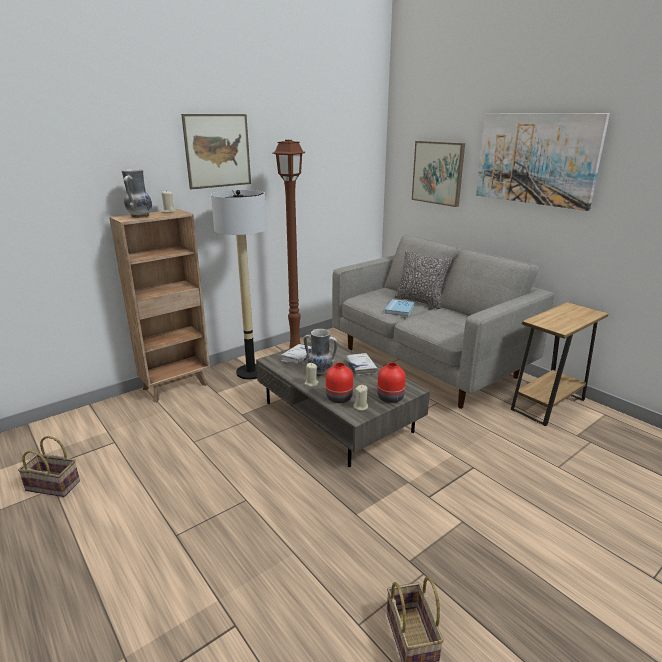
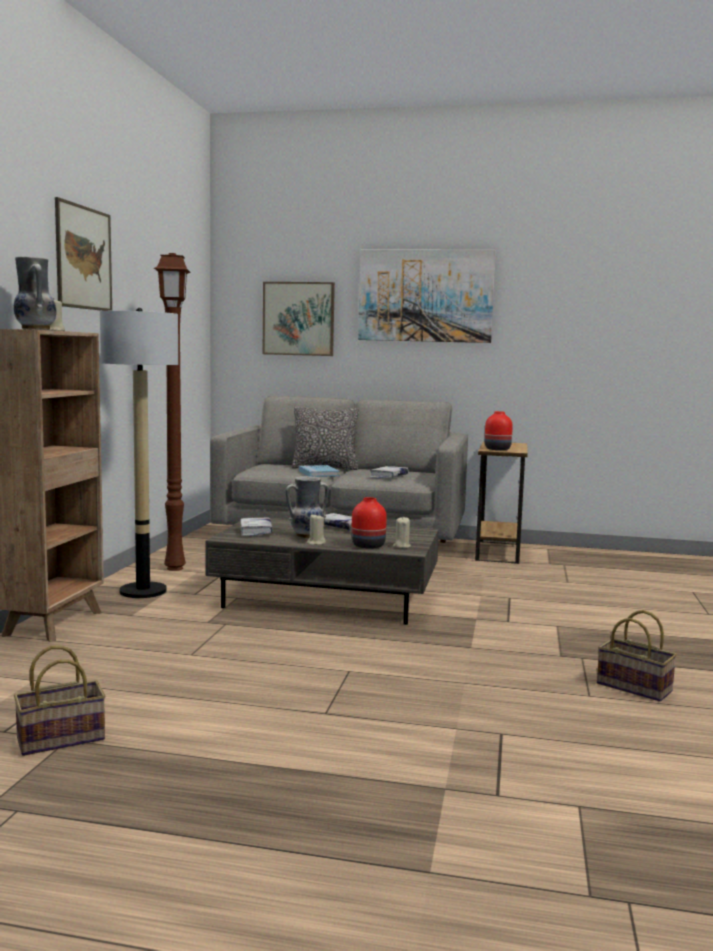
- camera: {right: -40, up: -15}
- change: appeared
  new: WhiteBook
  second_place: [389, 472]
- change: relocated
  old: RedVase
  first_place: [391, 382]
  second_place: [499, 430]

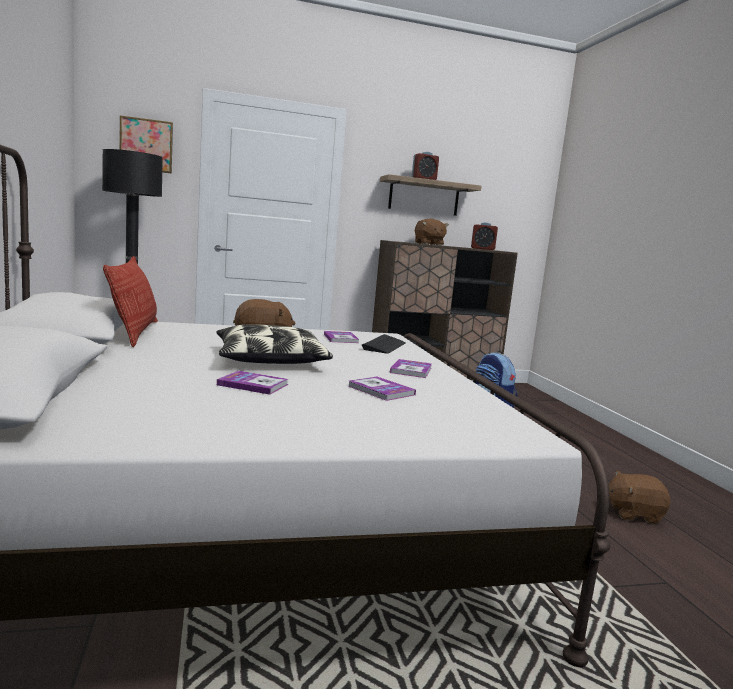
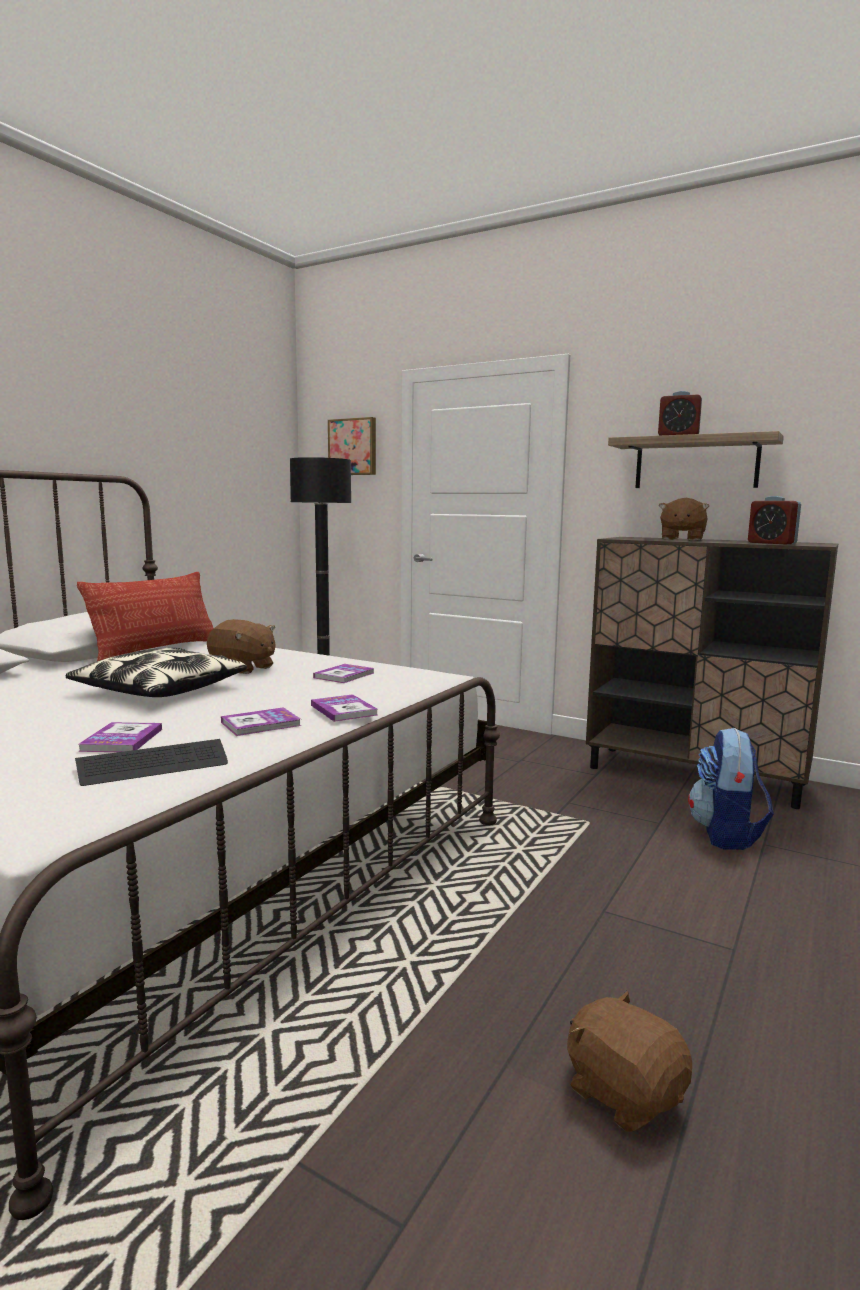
- camera: {right: 45, up: 0}
- change: relocated
  old: Book
  first_place: [252, 383]
  second_place: [344, 708]
- change: relocated
  old: Keyboard
  first_place: [383, 344]
  second_place: [151, 762]

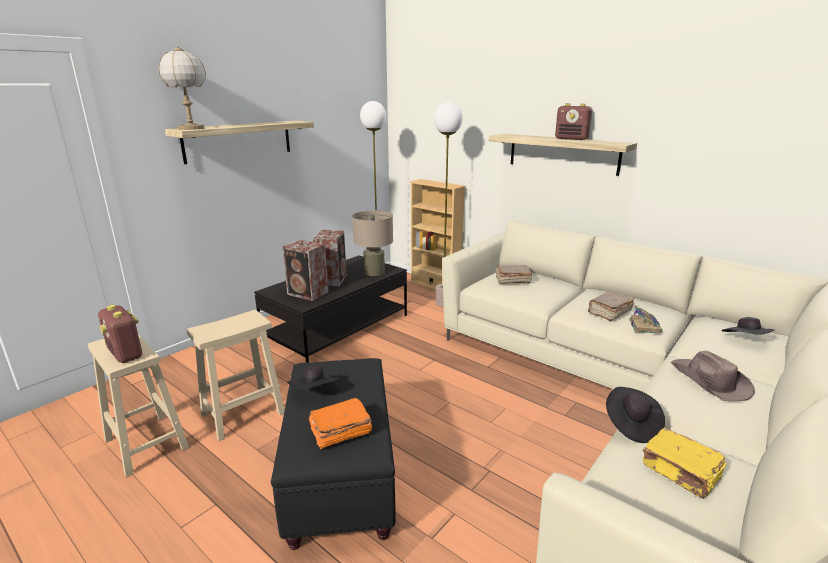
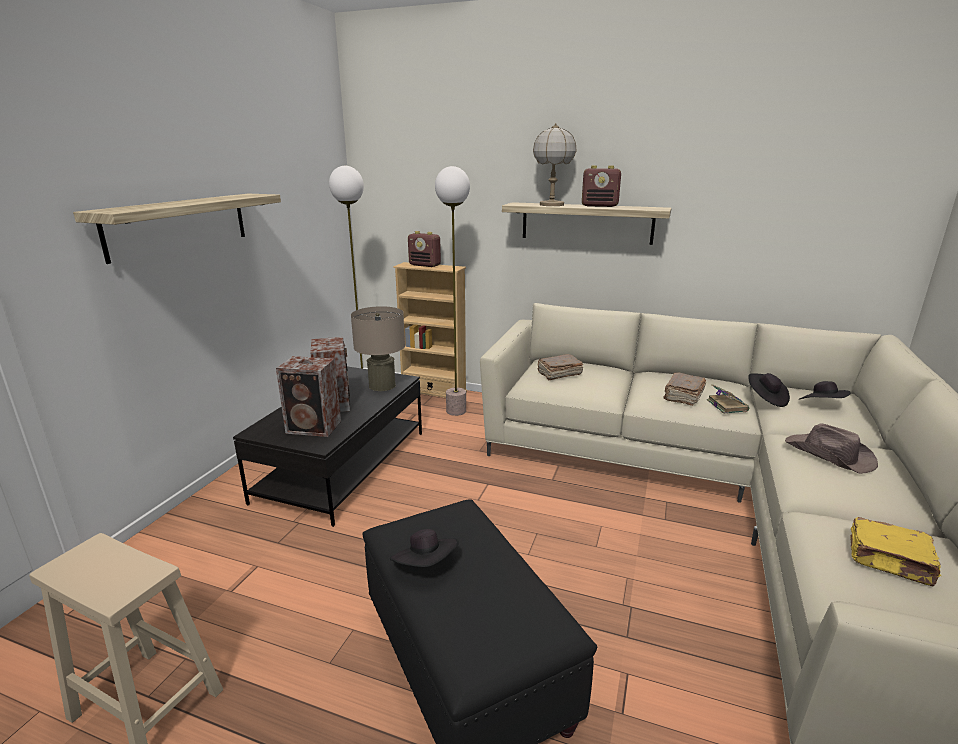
- camera: {right: -20, up: 0}
- change: missing
  old: BeigeStool
  first_place: [235, 375]
- change: missing
  old: OrangeBook
  first_place: [340, 423]
- change: relocated
  old: Radio
  first_place: [120, 334]
  second_place: [424, 249]
- change: relocated
  old: TableLamp
  first_place: [182, 88]
  second_place: [554, 164]
- change: relocated
  old: BlackHat
  first_place: [635, 415]
  second_place: [769, 390]

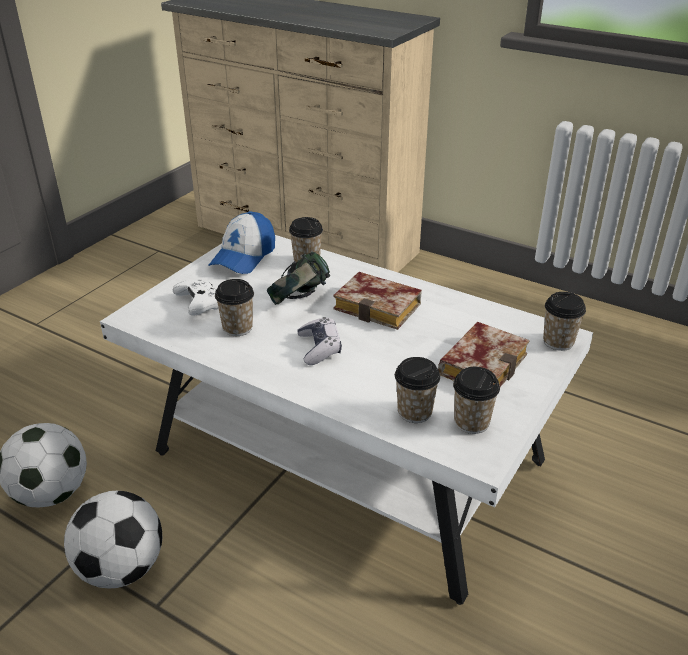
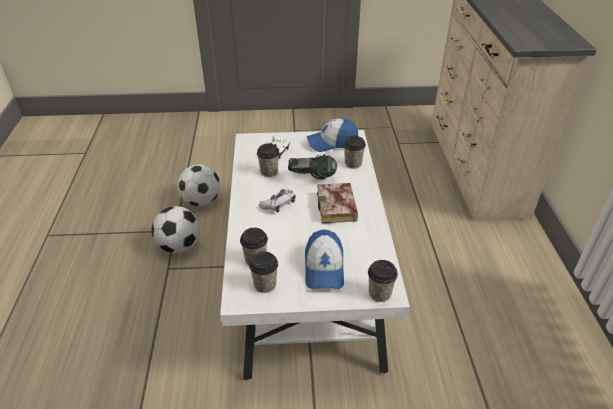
- camera: {right: 55, up: 5}
- change: exchanged
  old: Book
  new: Cap
  first_place: [483, 354]
  second_place: [324, 259]

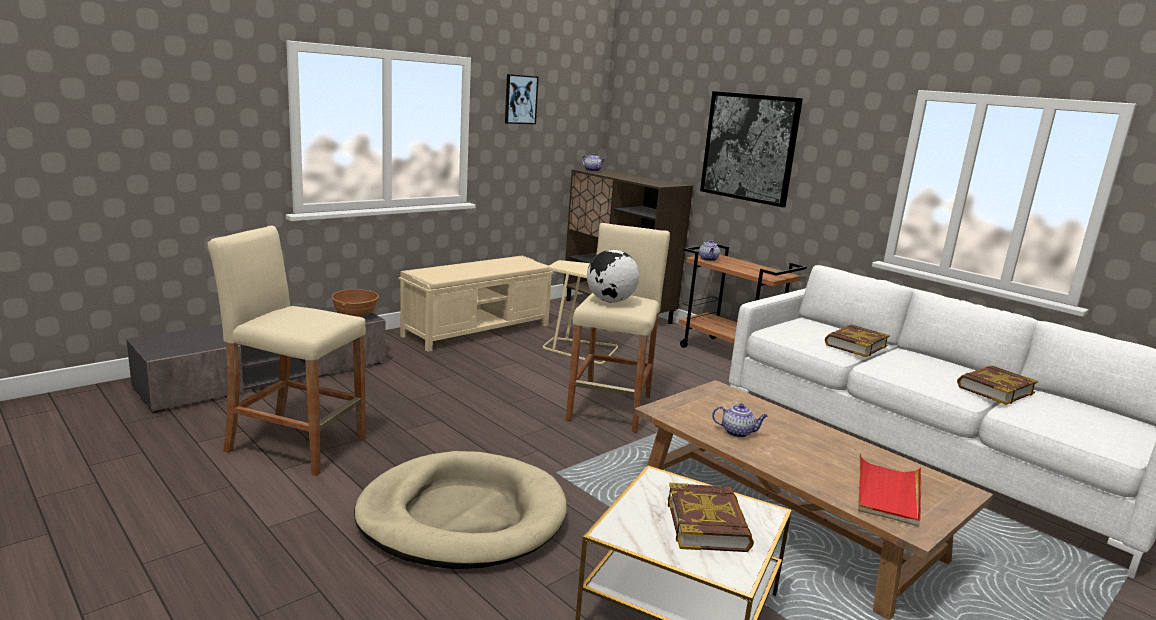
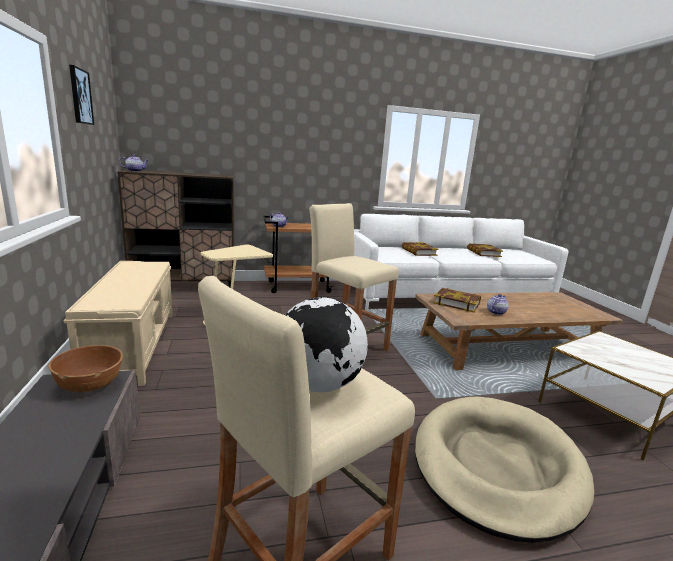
- camera: {right: -60, up: 0}
- change: missing
  old: Picture
  first_place: [751, 149]
- change: missing
  old: RedTray
  first_place: [889, 490]
- change: relocated
  old: Globe
  first_place: [613, 276]
  second_place: [326, 344]
- change: relocated
  old: Book
  first_place: [711, 517]
  second_place: [457, 300]

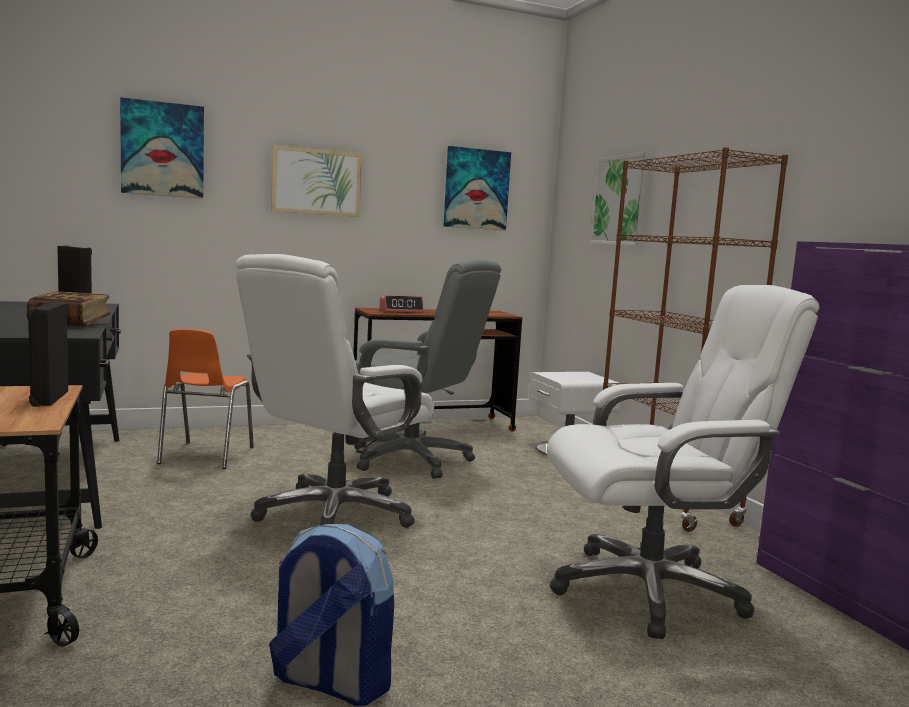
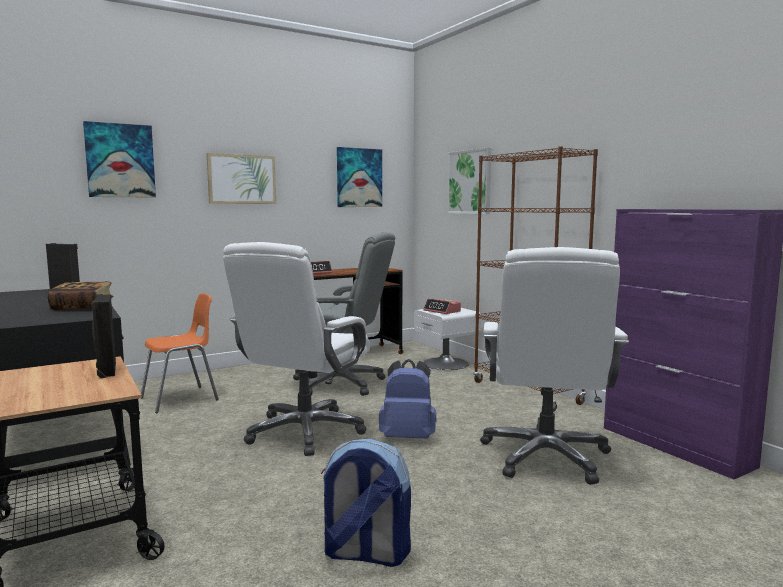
- camera: {right: -10, up: 0}
- change: appeared
  new: BlueBackpack
  second_place: [408, 399]
- change: appeared
  new: AlarmClock
  second_place: [442, 306]
- change: spun
  old: OrangeChair
  first_place: [205, 399]
  second_place: [180, 353]
  degrees: -120
- change: spun
  old: WhiteOfficeChair
  first_place: [683, 462]
  second_place: [554, 366]
  degrees: 120

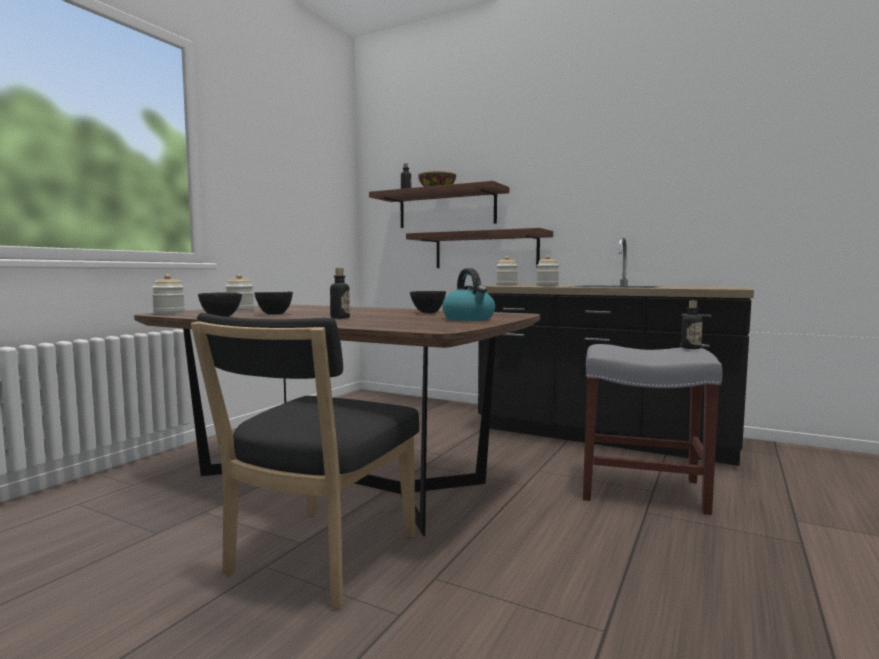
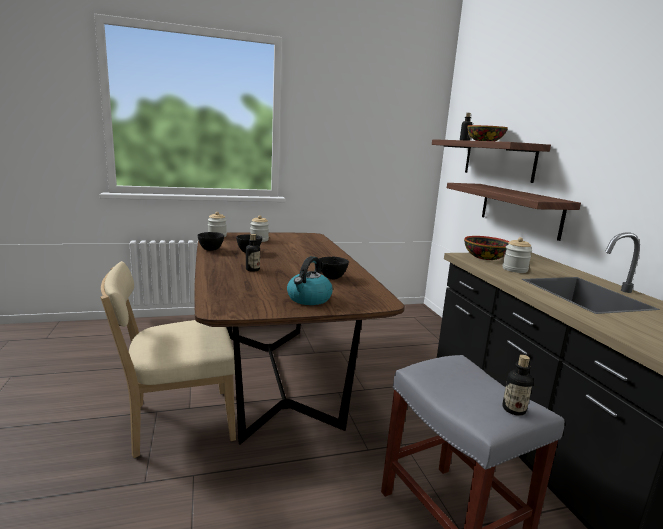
- camera: {right: 45, up: 10}
- change: exchanged
  old: Jar
  new: Bowl
  first_place: [507, 271]
  second_place: [487, 248]
- change: colour
  old: BlackChair
  new: BeigeChair
  first_place: [305, 461]
  second_place: [168, 359]

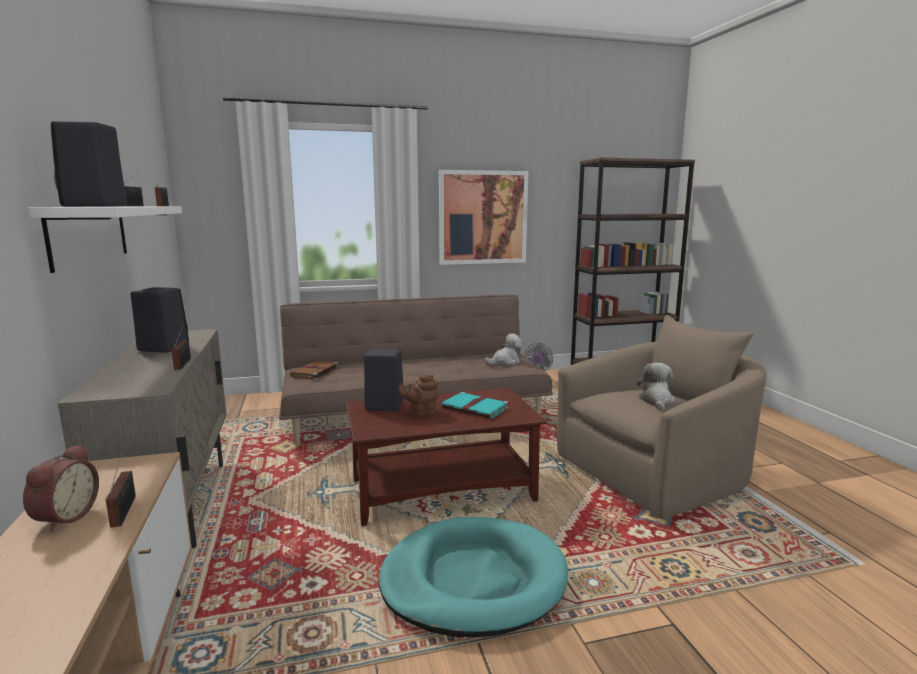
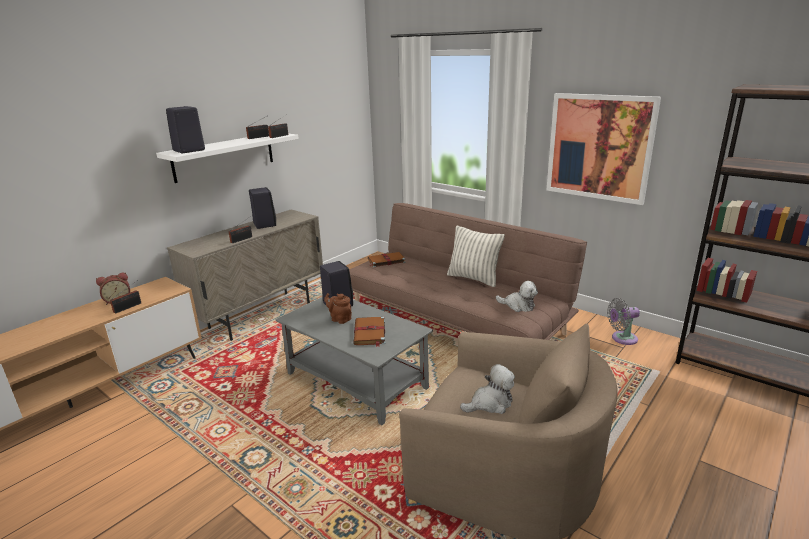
- camera: {right: 55, up: 10}
- change: missing
  old: TurquoiseDogBed
  first_place: [473, 577]
- change: appeared
  new: Pillow
  second_place: [476, 256]
- change: colour
  old: BrownCoffeeTable
  new: GreyCoffeeTable
  first_place: [446, 457]
  second_place: [354, 361]
- change: colour
  old: TurquoiseBook
  new: BrownBook
  first_place: [475, 405]
  second_place: [369, 331]

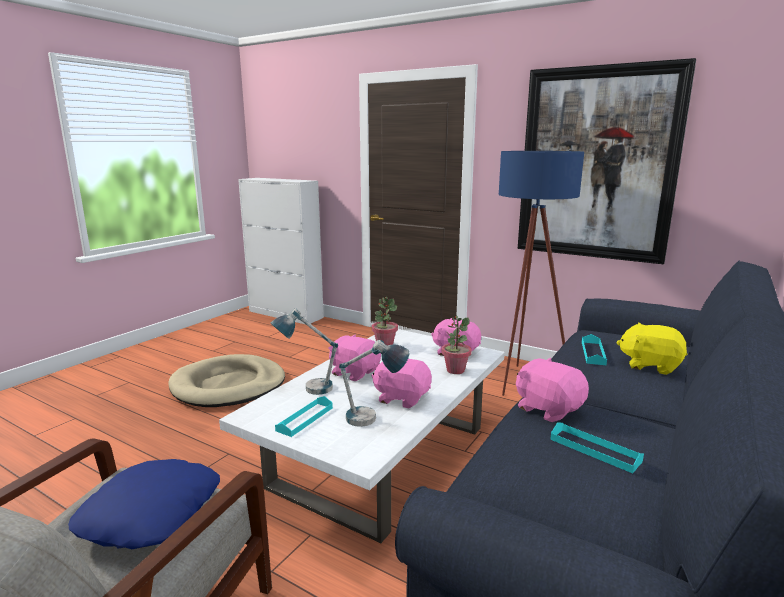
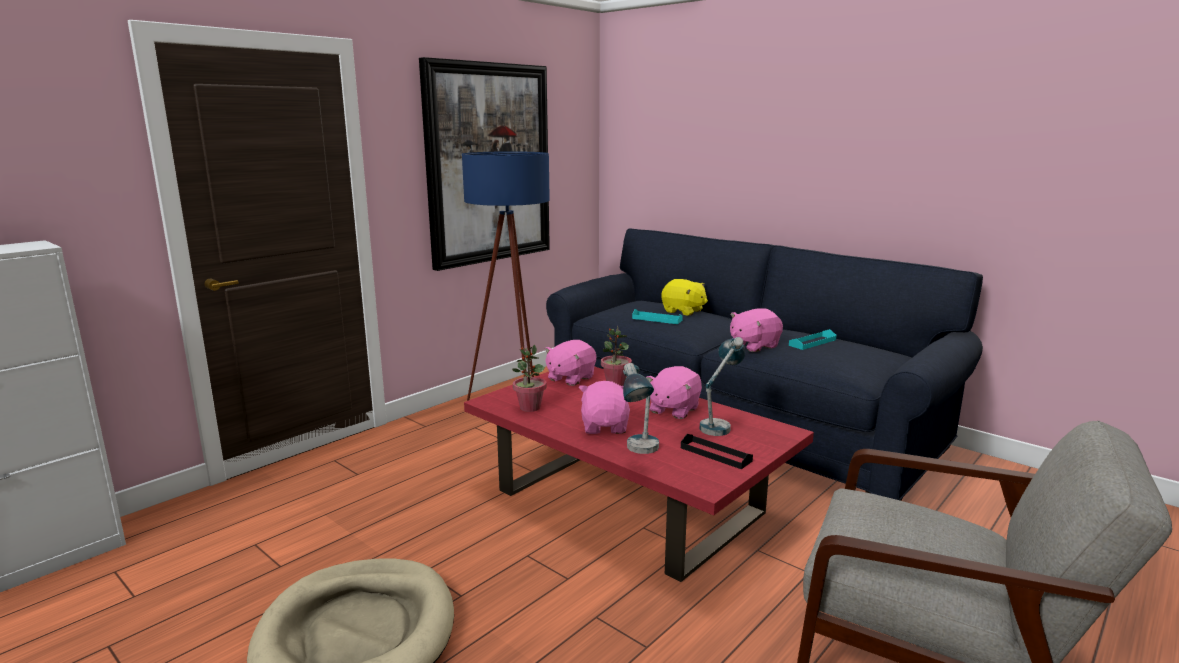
- camera: {right: -80, up: 0}
- change: missing
  old: BluePillow
  first_place: [144, 504]
- change: colour
  old: WhiteCoffeeTable
  new: RedCoffeeTable
  first_place: [362, 436]
  second_place: [639, 474]
- change: colour
  old: TurquoiseTray
  new: BlackTray
  first_place: [304, 416]
  second_place: [717, 451]
- change: spun
  old: PinkPlushToy
  first_place: [354, 358]
  second_place: [604, 407]
  degrees: 135
- change: spun
  old: YellowPlushToy
  first_place: [651, 349]
  second_place: [685, 297]
  degrees: -90

